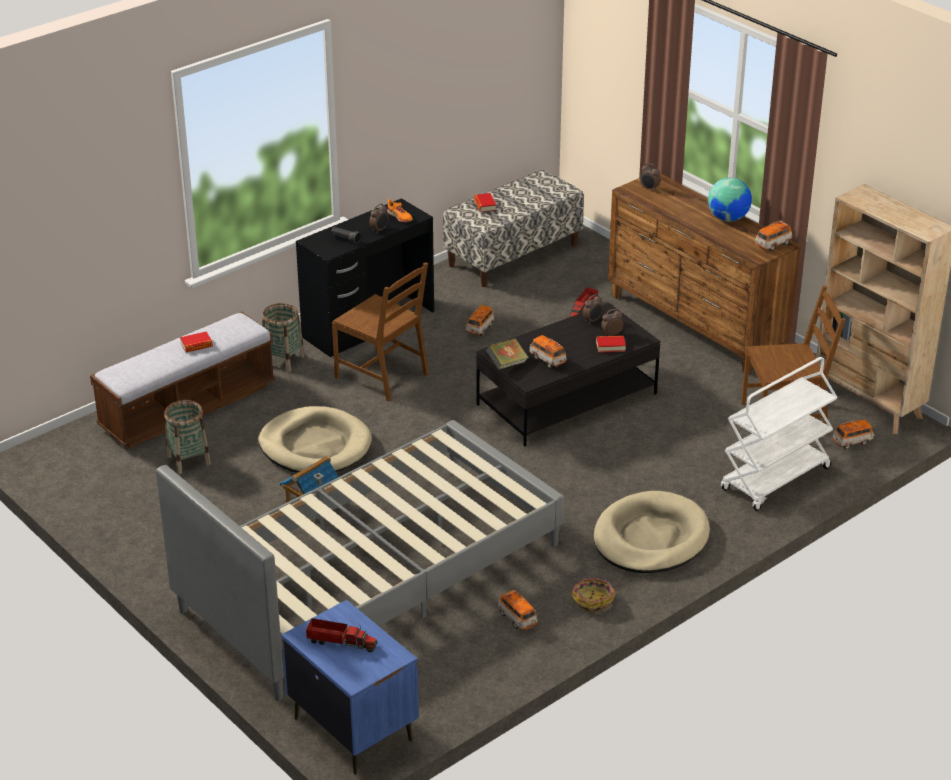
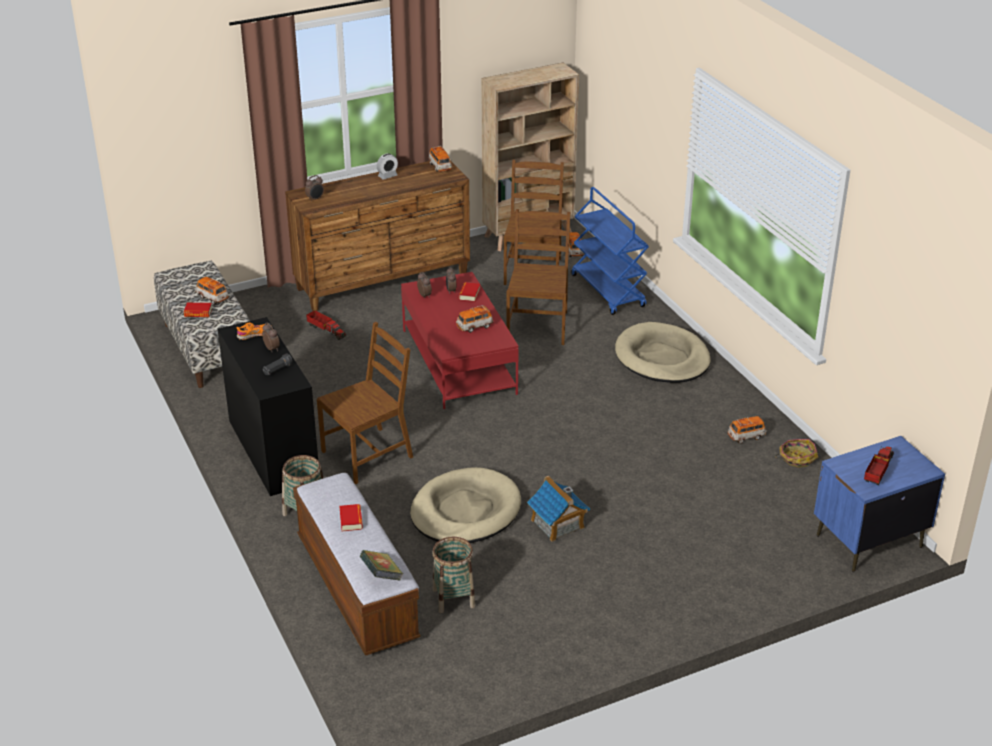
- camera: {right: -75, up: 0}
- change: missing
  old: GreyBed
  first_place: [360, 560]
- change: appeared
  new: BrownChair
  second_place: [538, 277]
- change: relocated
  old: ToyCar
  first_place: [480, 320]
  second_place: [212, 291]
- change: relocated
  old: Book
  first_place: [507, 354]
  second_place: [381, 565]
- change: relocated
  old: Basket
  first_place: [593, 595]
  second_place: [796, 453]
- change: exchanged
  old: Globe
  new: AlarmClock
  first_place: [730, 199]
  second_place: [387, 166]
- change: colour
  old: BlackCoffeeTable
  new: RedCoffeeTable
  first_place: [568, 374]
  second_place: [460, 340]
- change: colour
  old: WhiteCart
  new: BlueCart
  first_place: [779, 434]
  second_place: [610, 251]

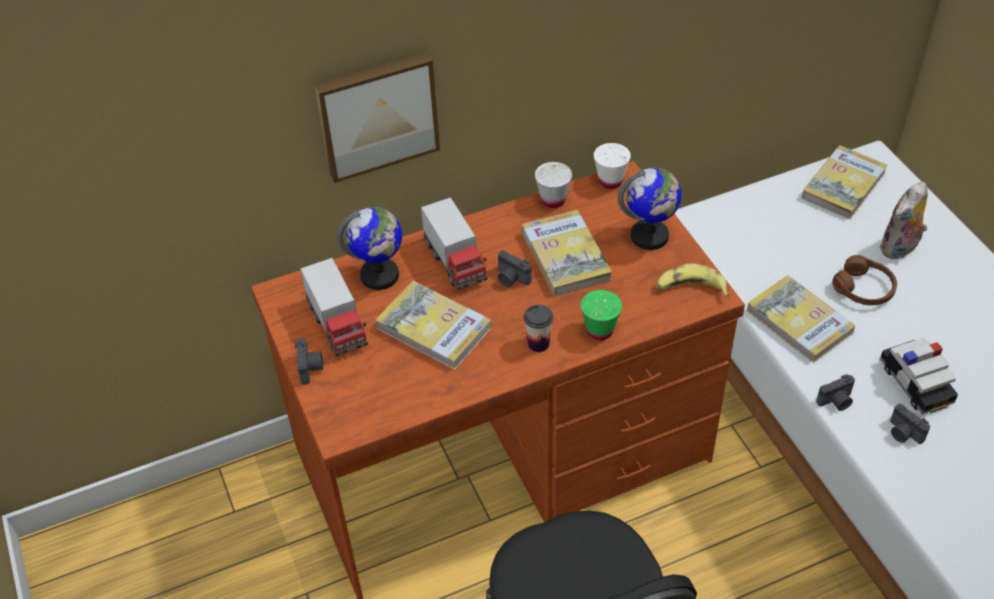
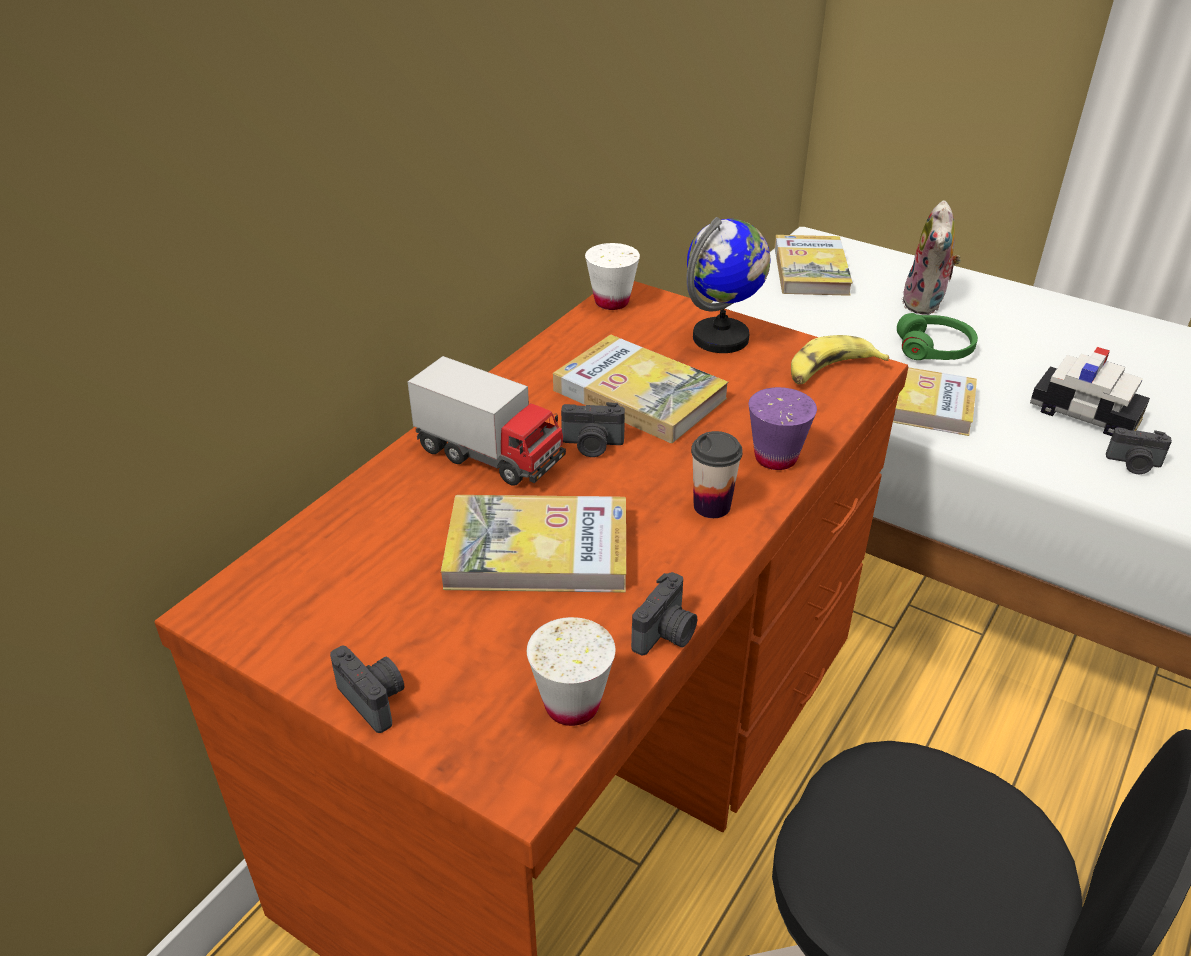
- camera: {right: -35, up: -10}
- change: missing
  old: ToyTruck
  first_place: [334, 307]
- change: missing
  old: Picture
  first_place: [377, 117]
- change: missing
  old: Globe
  first_place: [369, 248]
- change: relocated
  old: WhiteCup
  first_place: [553, 185]
  second_place: [571, 671]
- change: relocated
  old: PhotoCamera
  first_place: [835, 392]
  second_place: [664, 614]
- change: colour
  old: GreenCup
  new: PurpleCup
  first_place: [601, 315]
  second_place: [783, 428]
- change: colour
  old: BrownHeadphones
  new: GreenHeadphones
  first_place: [864, 280]
  second_place: [937, 336]

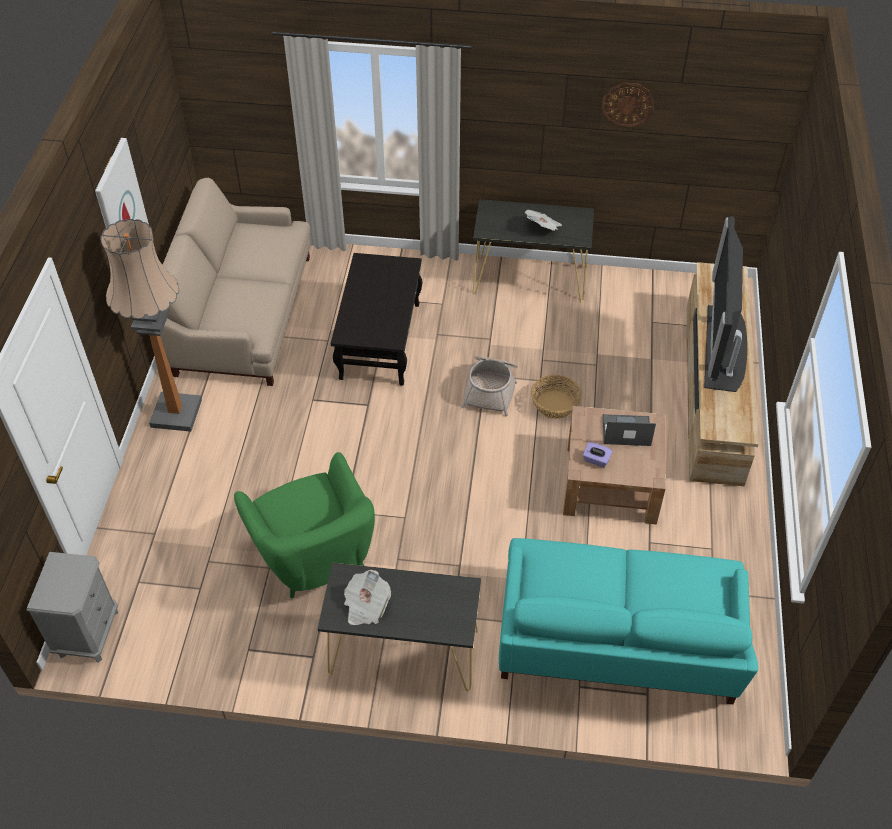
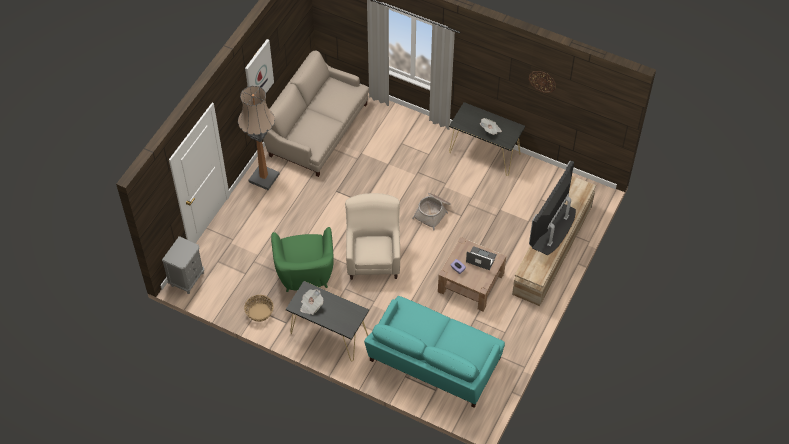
- camera: {right: 20, up: 5}
- change: missing
  old: BlackCoffeeTable
  first_place: [376, 319]
- change: appeared
  new: BeigeArmchair
  second_place: [372, 236]
- change: relocated
  old: Basket
  first_place: [556, 397]
  second_place: [259, 308]

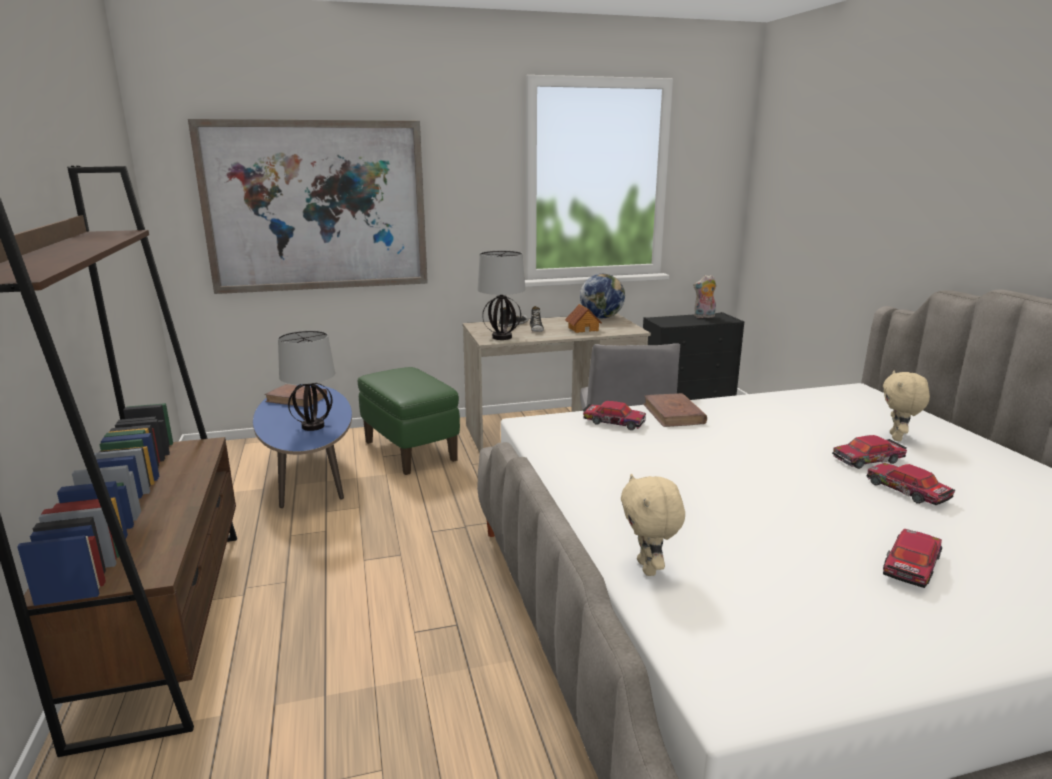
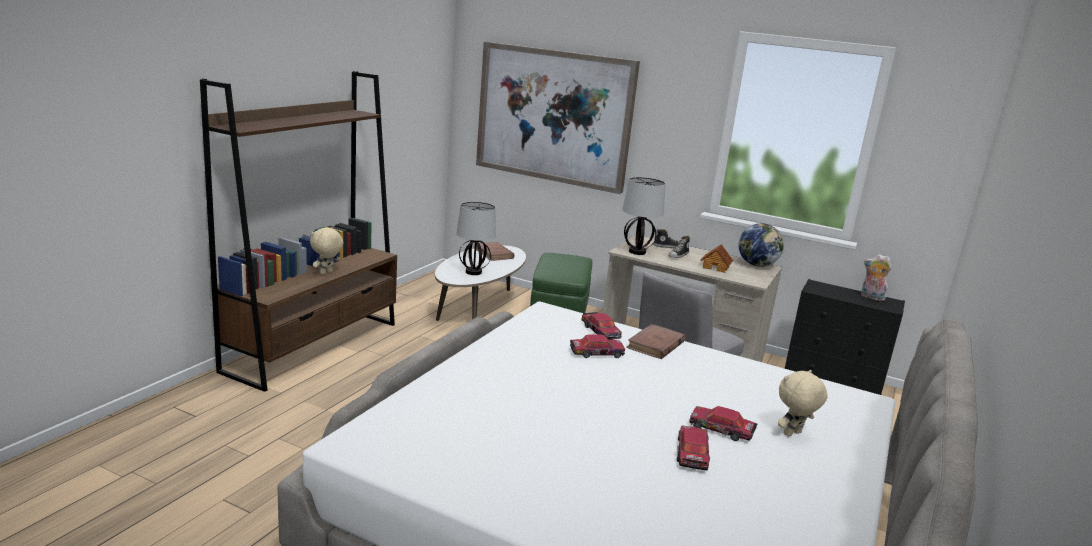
- camera: {right: 40, up: 0}
- change: relocated
  old: BeigePlushToy
  first_place: [653, 525]
  second_place: [327, 250]
- change: relocated
  old: ToyCar
  first_place: [912, 558]
  second_place: [597, 346]
- change: colour
  old: BlueCoffeeTable
  new: WhiteCoffeeTable
  first_place: [302, 446]
  second_place: [480, 283]

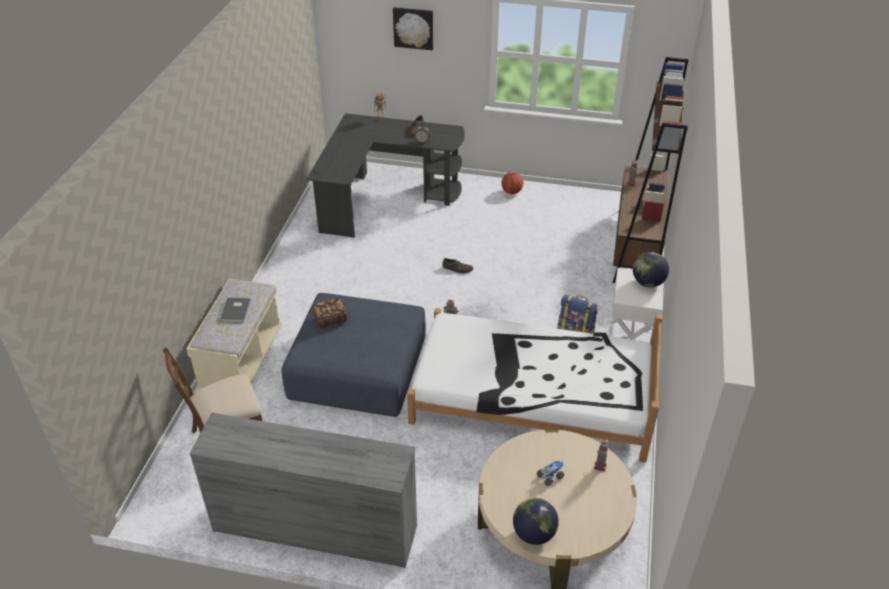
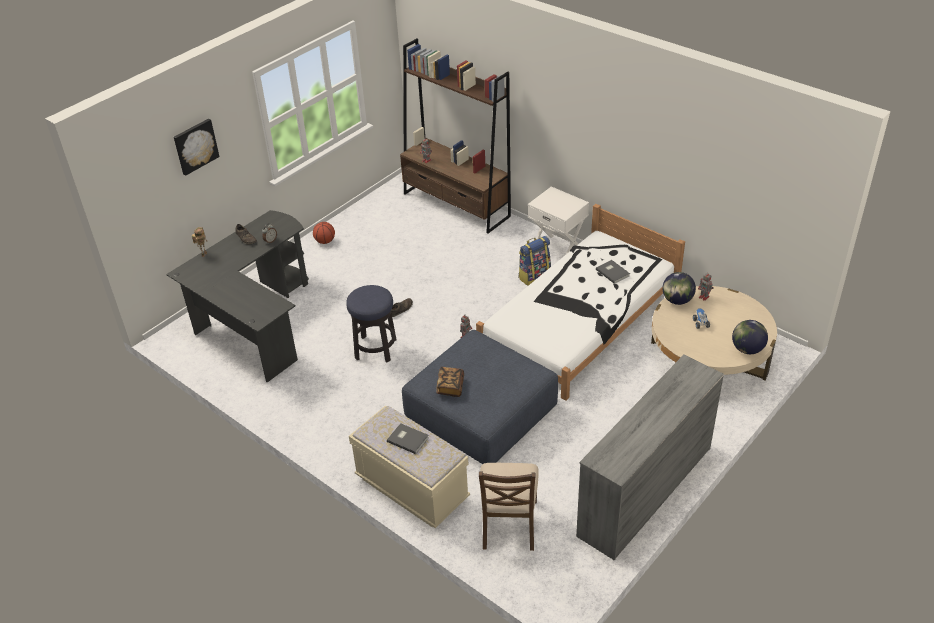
- camera: {right: -60, up: 0}
- change: appeared
  new: Stool
  second_place: [371, 324]
- change: appeared
  new: GreyBook
  second_place: [613, 272]
- change: relocated
  old: Globe
  first_place: [651, 269]
  second_place: [679, 288]

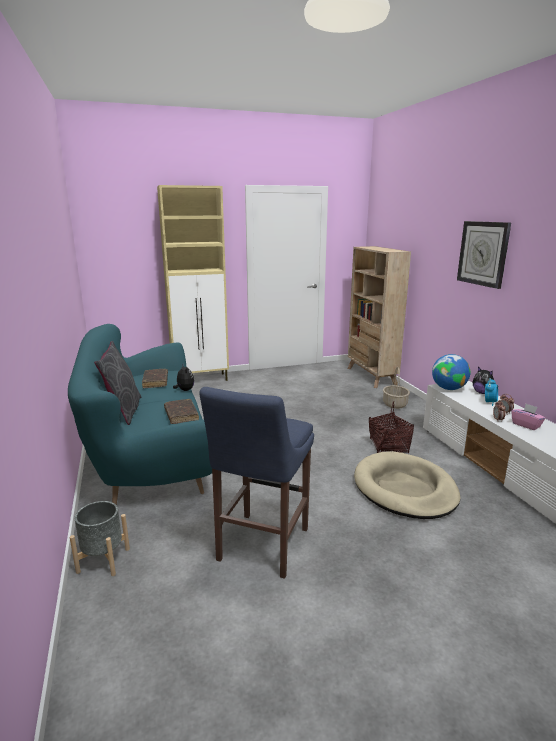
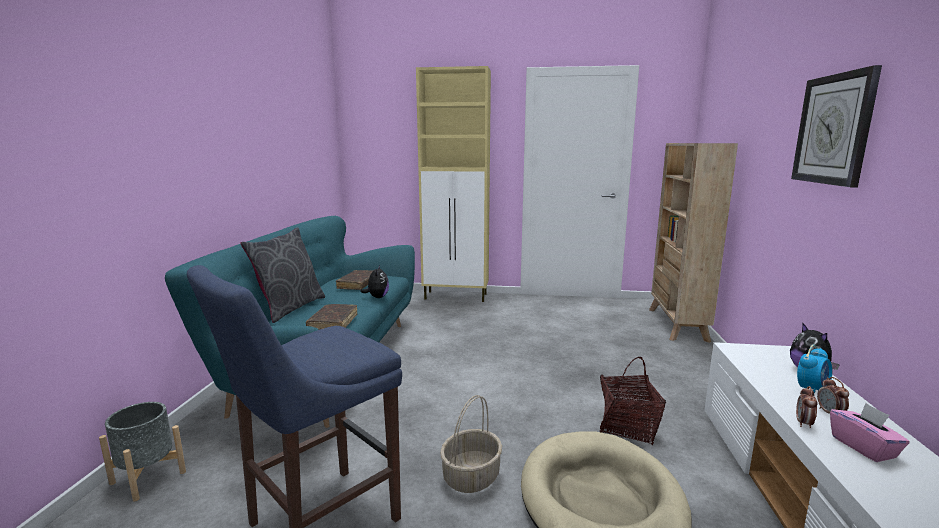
- camera: {right: 25, up: -5}
- change: missing
  old: Globe
  first_place: [451, 372]
- change: relocated
  old: Basket
  first_place: [396, 388]
  second_place: [471, 444]

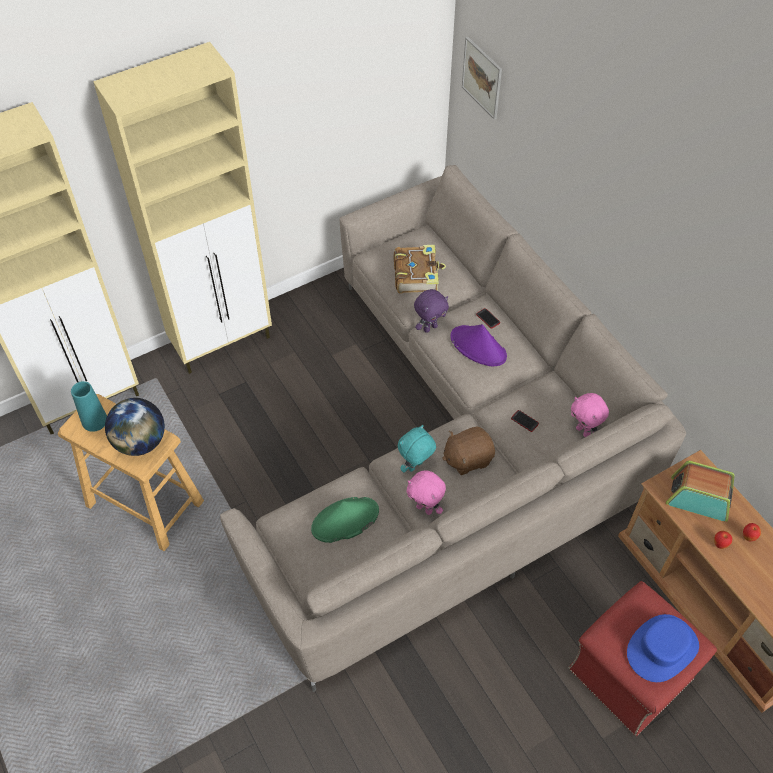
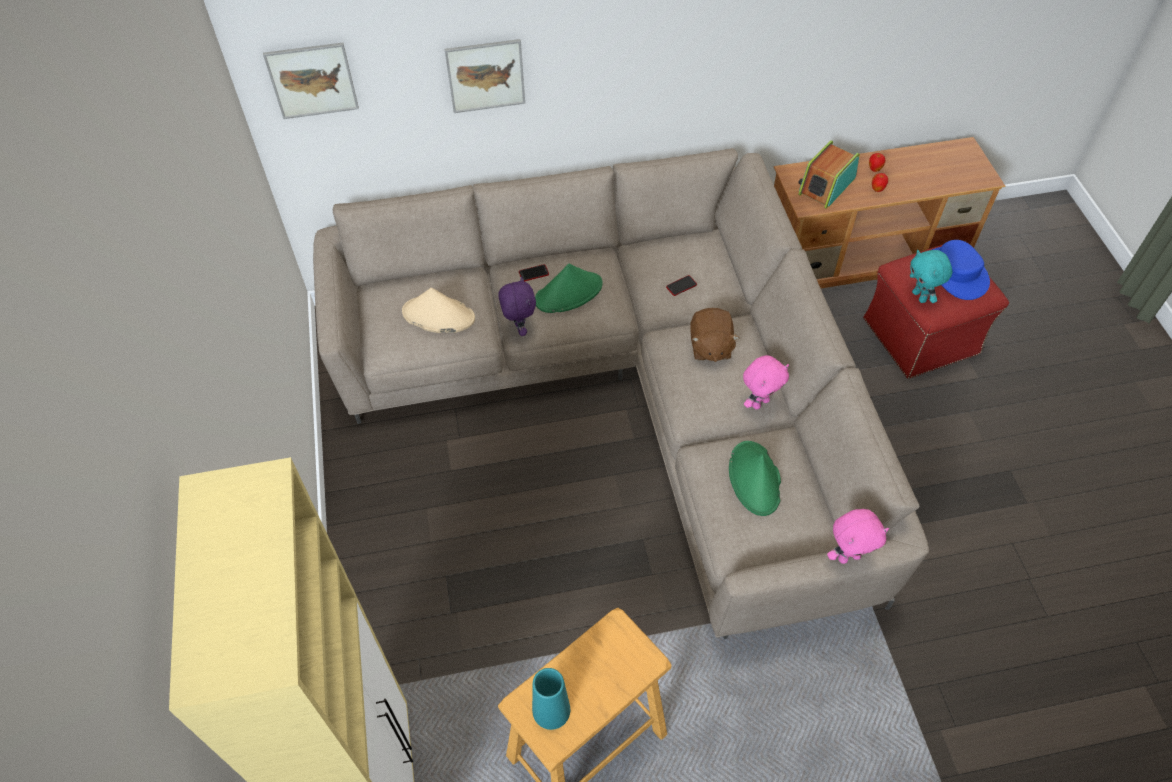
- camera: {right: -70, up: 0}
- change: missing
  old: BeigeCabinet
  first_place: [182, 208]
- change: missing
  old: Globe
  first_place: [135, 427]
- change: appeared
  new: Picture
  second_place: [485, 76]
- change: relocated
  old: TurquoisePlushToy
  first_place: [417, 449]
  second_place: [931, 276]
- change: relocated
  old: PinkPlushToy
  first_place: [590, 415]
  second_place: [858, 536]
- change: exchanged
  old: Book
  new: BeigeHat
  first_place: [420, 269]
  second_place: [438, 310]
- change: colour
  old: PurpleHat
  new: GreenHat
  first_place: [478, 345]
  second_place: [569, 288]

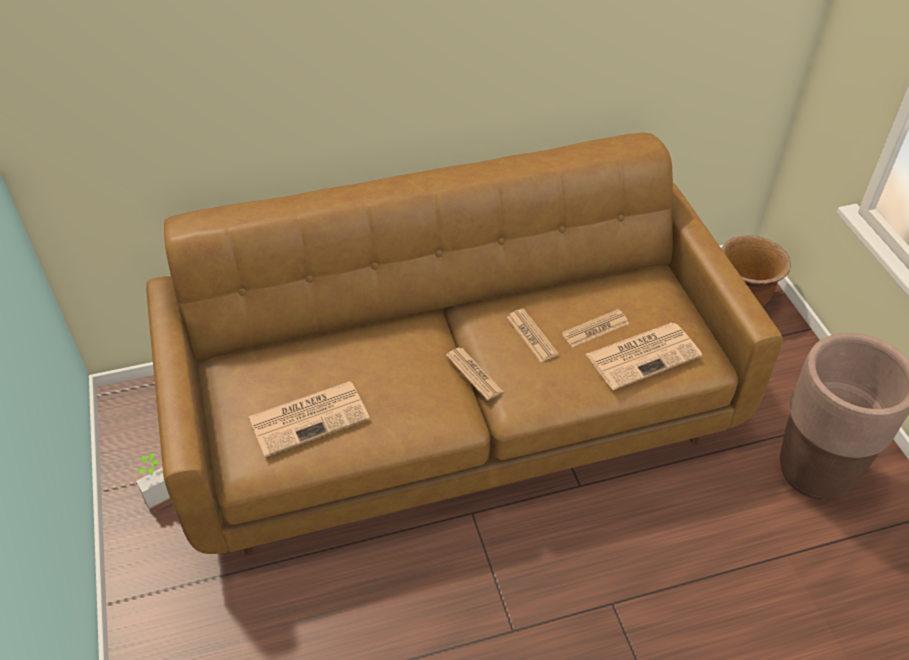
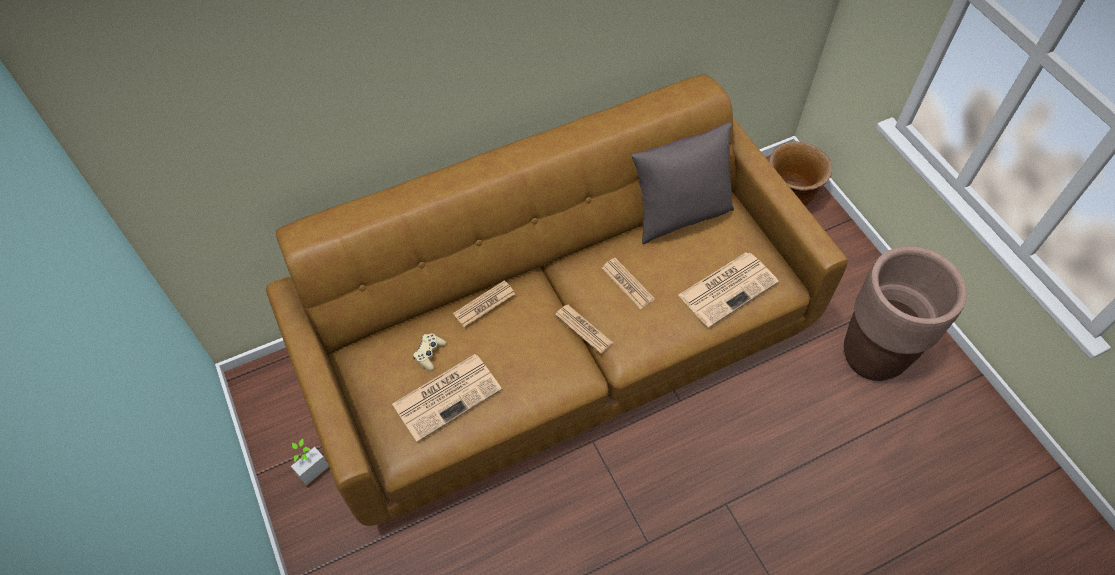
- camera: {right: -10, up: 10}
- change: appeared
  new: BeigeGameController
  second_place: [429, 352]
- change: appeared
  new: GreyPillow
  second_place: [682, 183]
- change: relocated
  old: Newspaper
  first_place: [595, 328]
  second_place: [484, 303]

